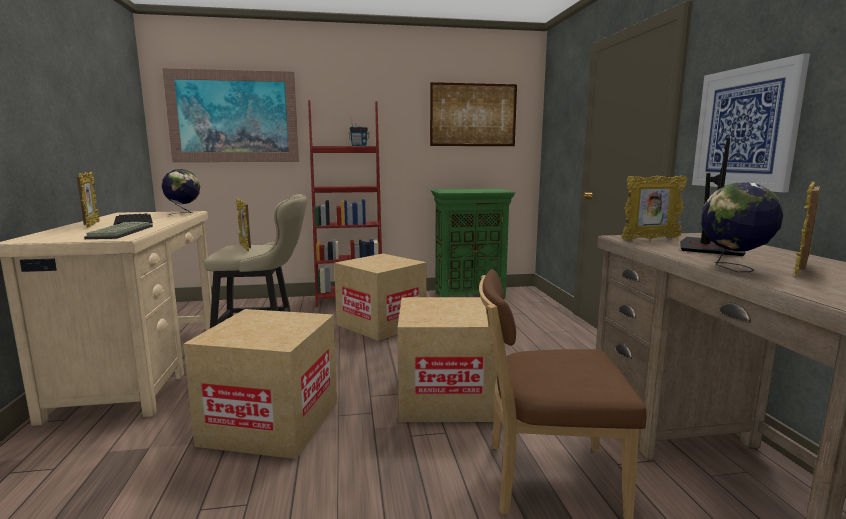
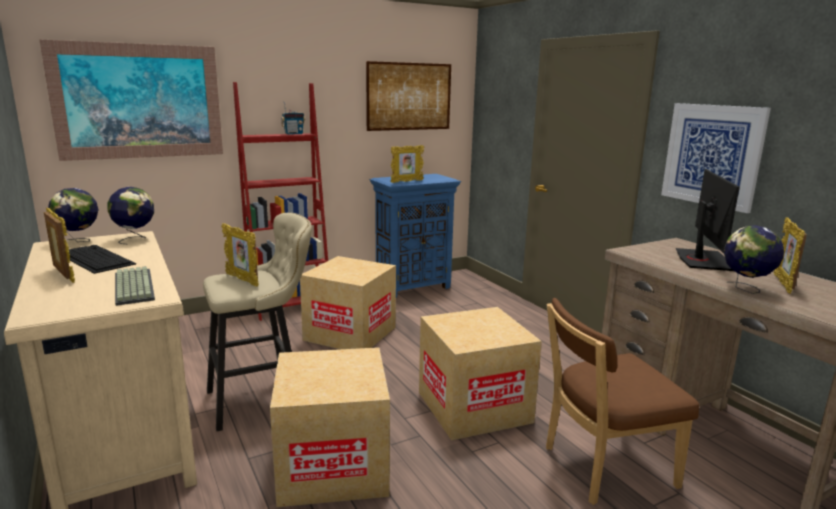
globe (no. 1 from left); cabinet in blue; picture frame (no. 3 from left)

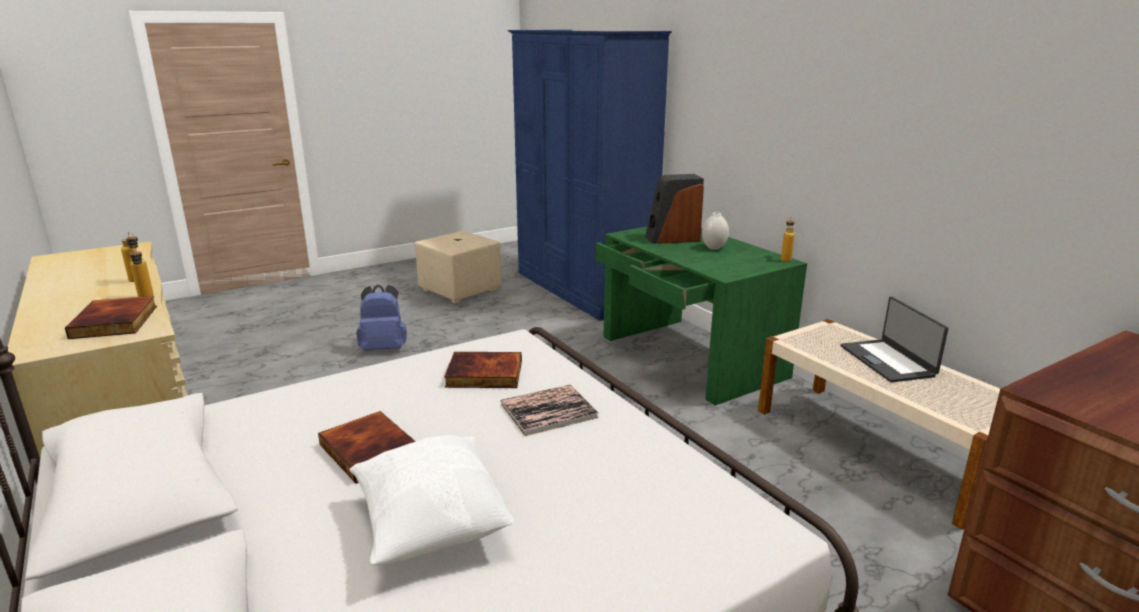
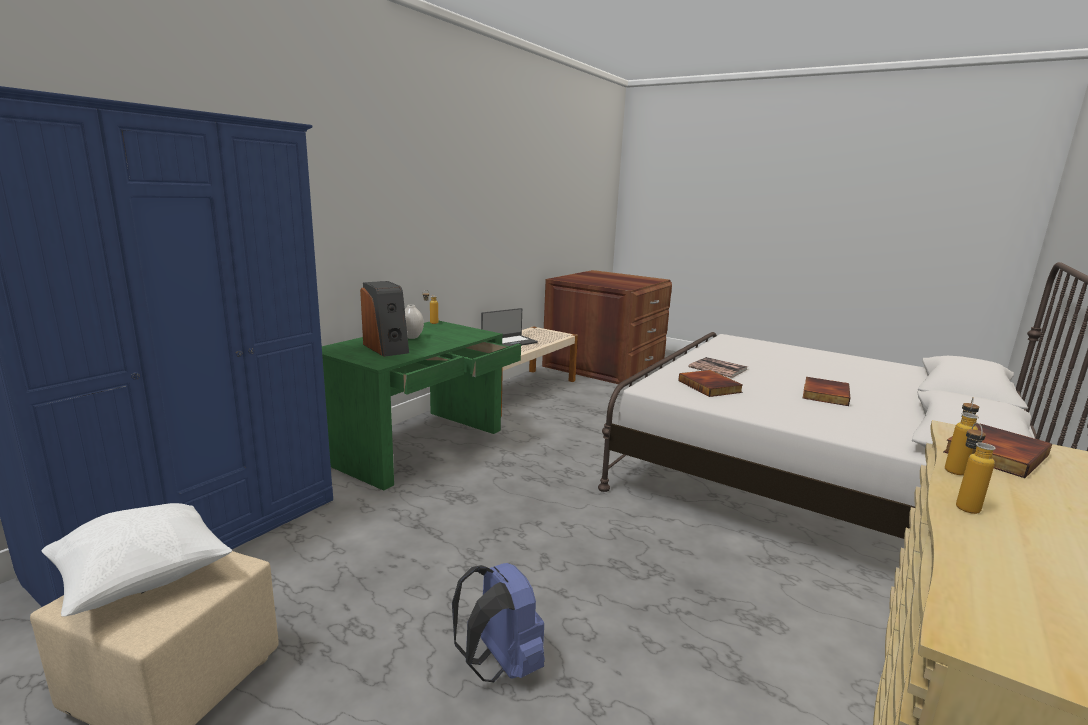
pillow in white

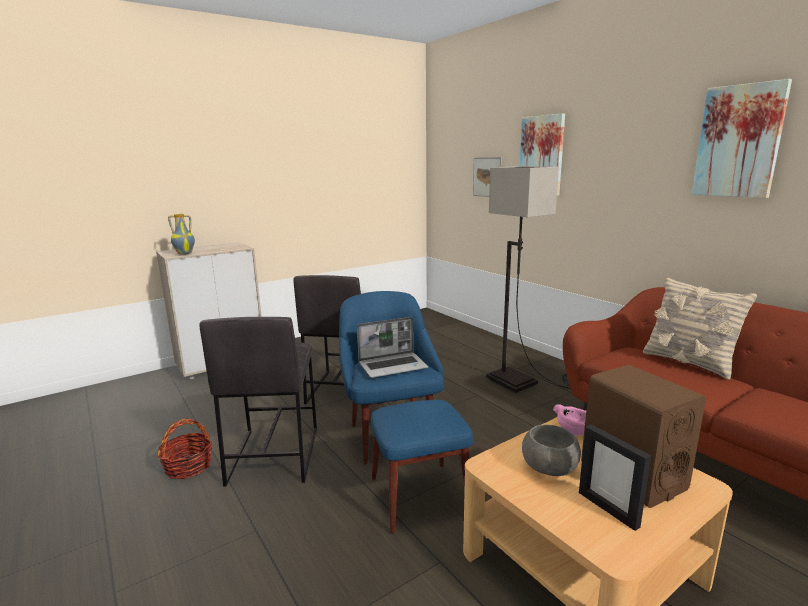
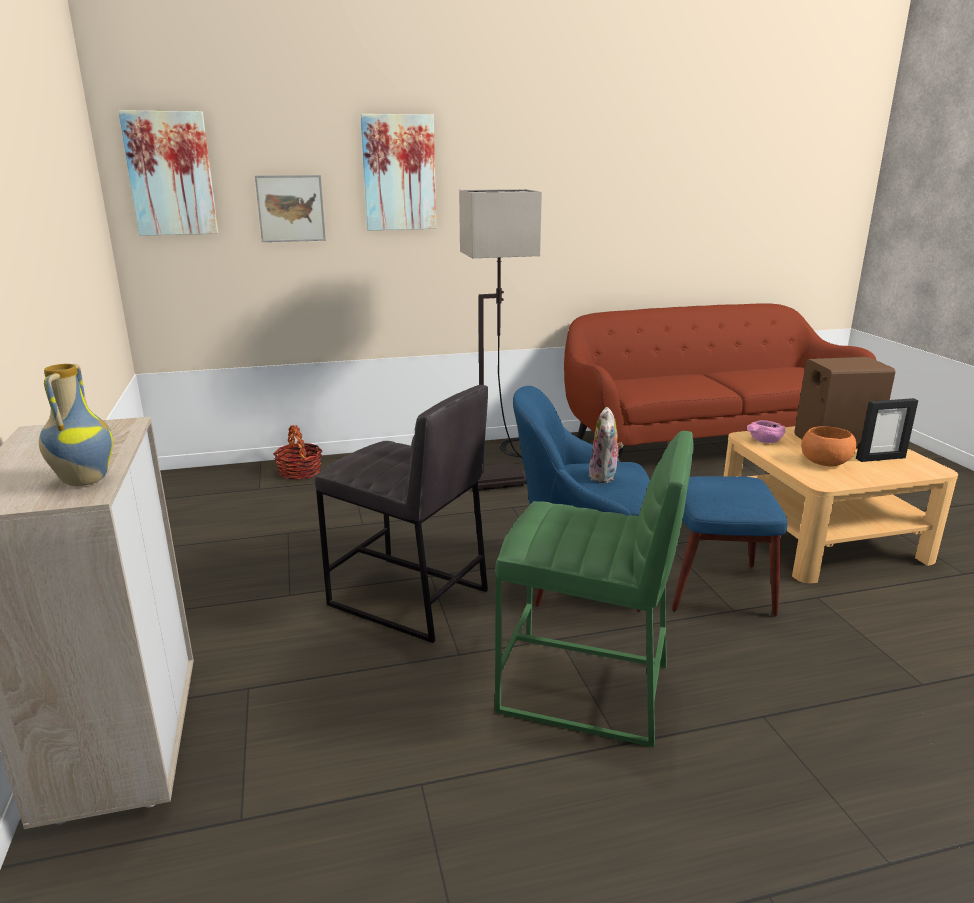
picture (no. 1 from left); basket; stool in green; plush toy; bowl in orange; pillow in beige

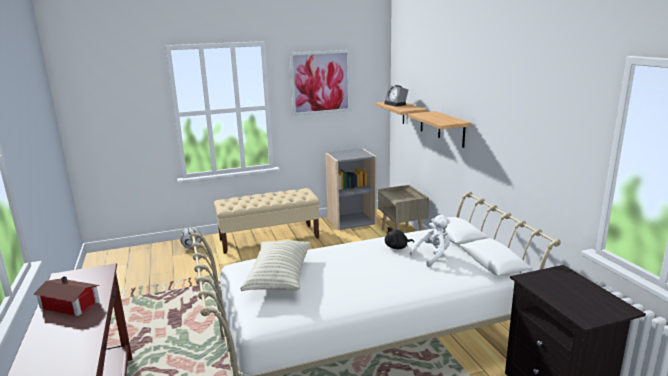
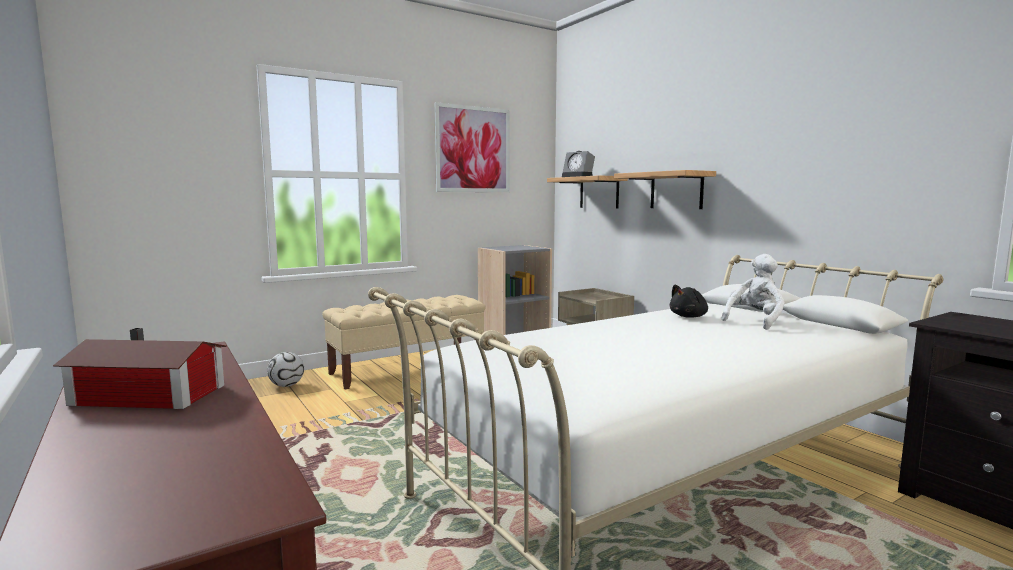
pillow

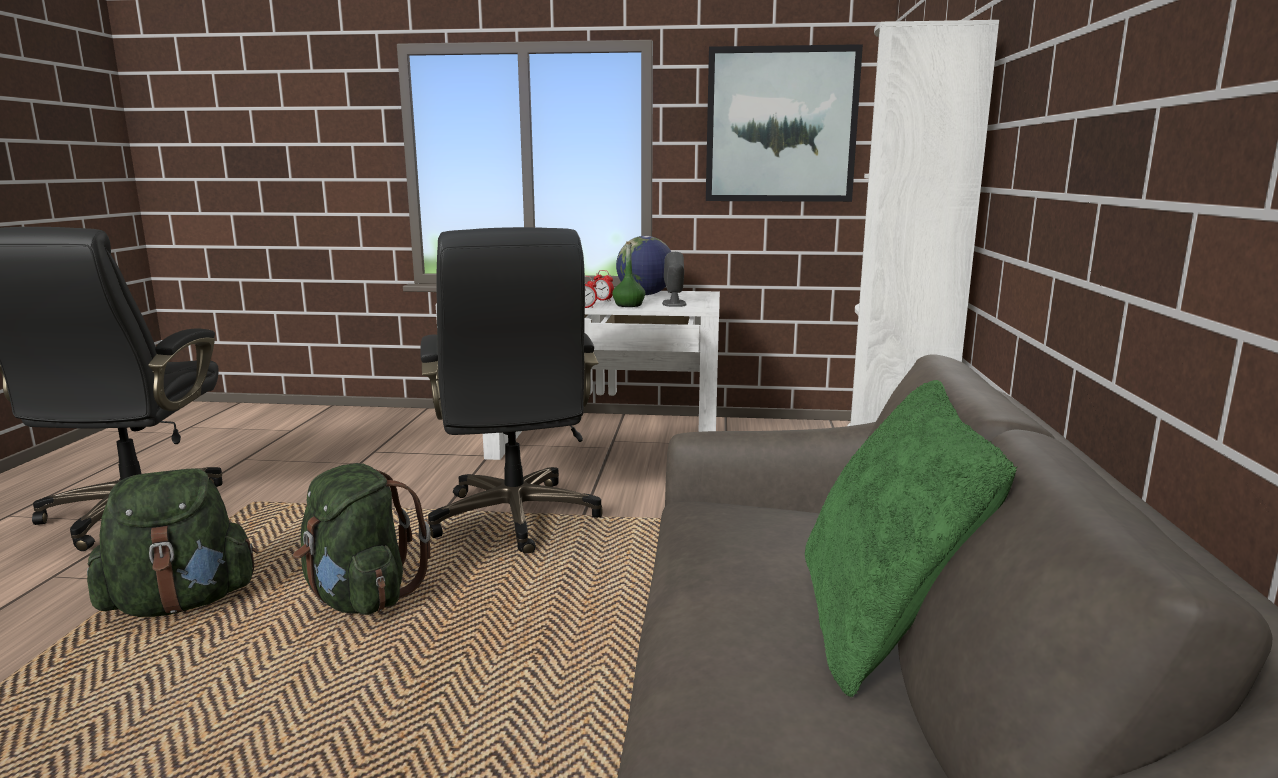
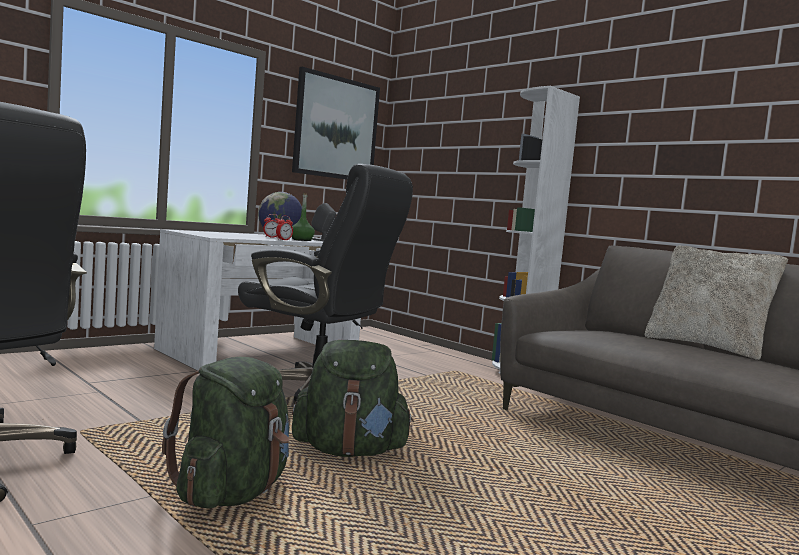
pillow in beige

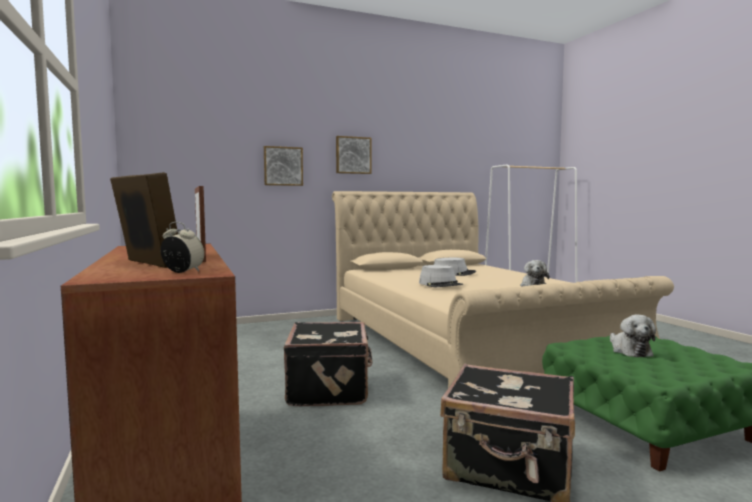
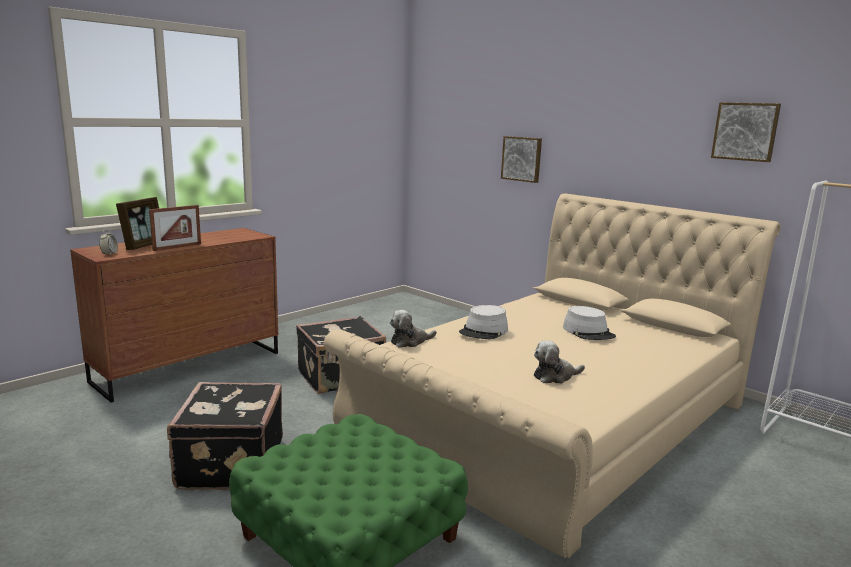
plush toy (no. 1 from left); picture (no. 2 from left)

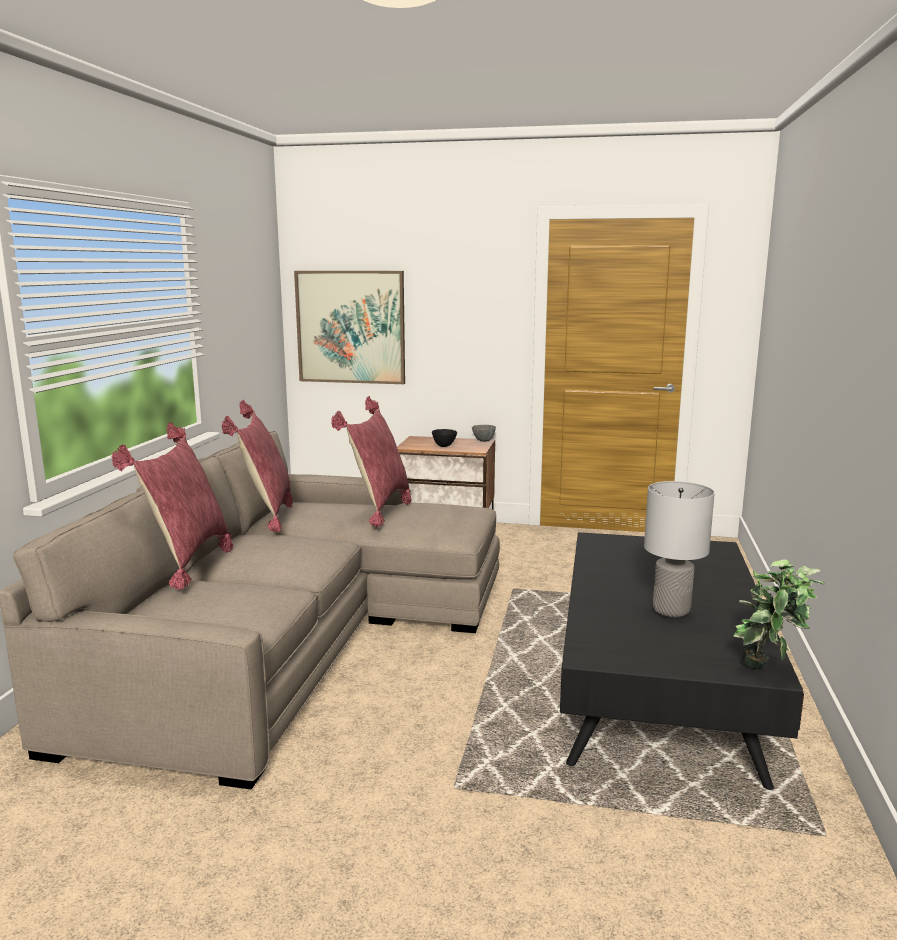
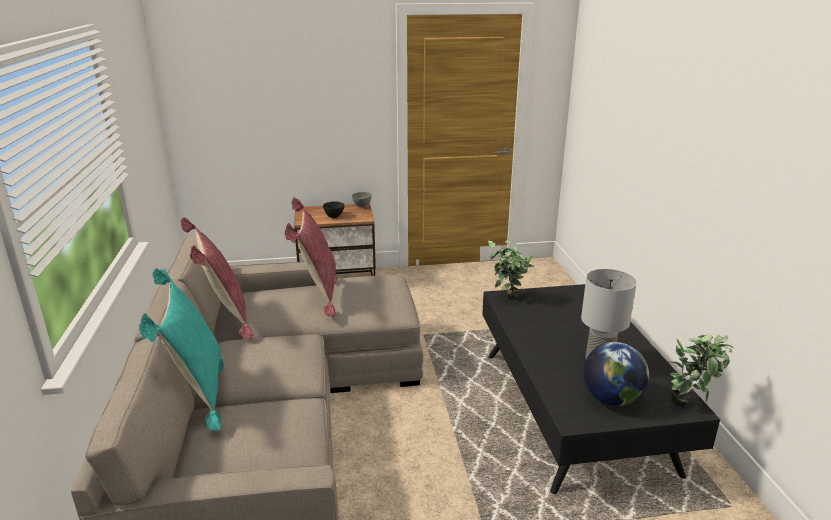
pillow in turquoise; potted plant (no. 1 from left); globe; picture

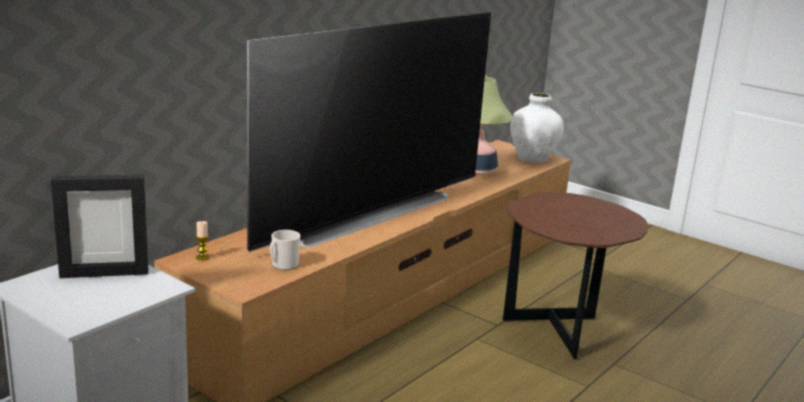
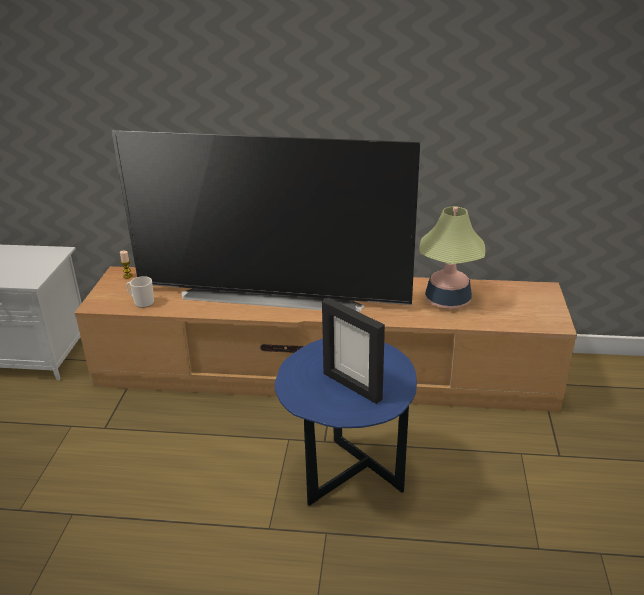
side table in blue; picture frame; vase in white

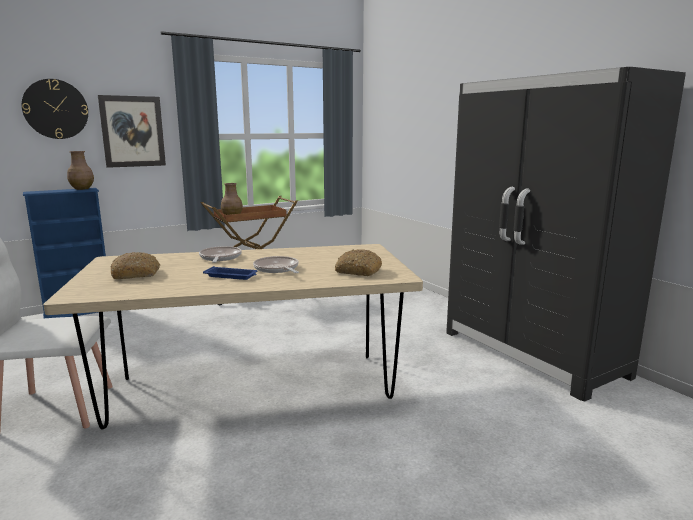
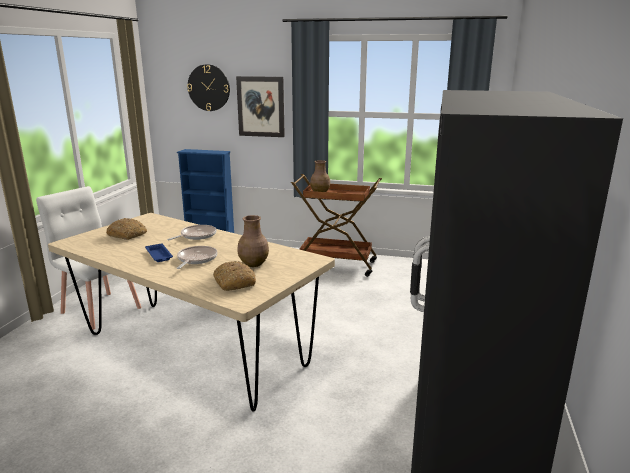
vase in brown (no. 1 from left)

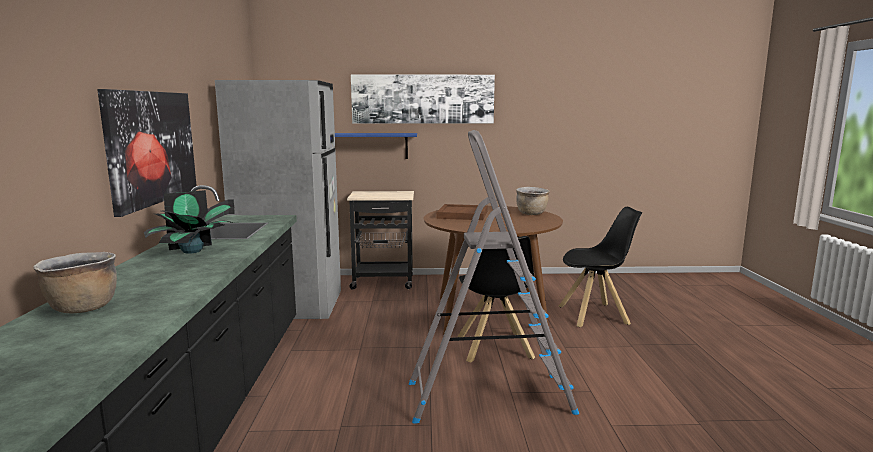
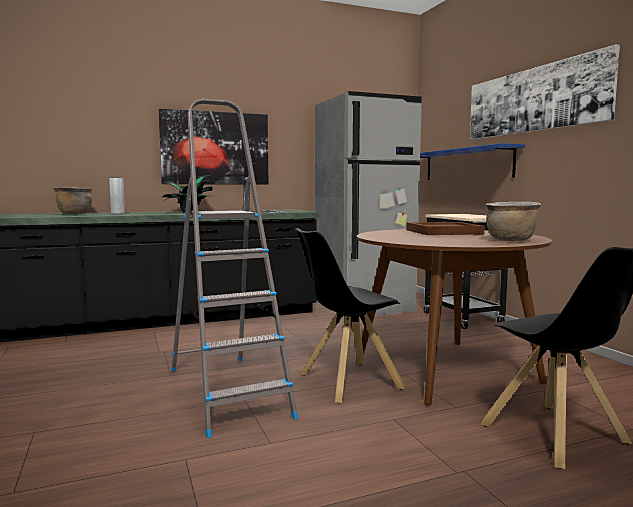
vase in grey

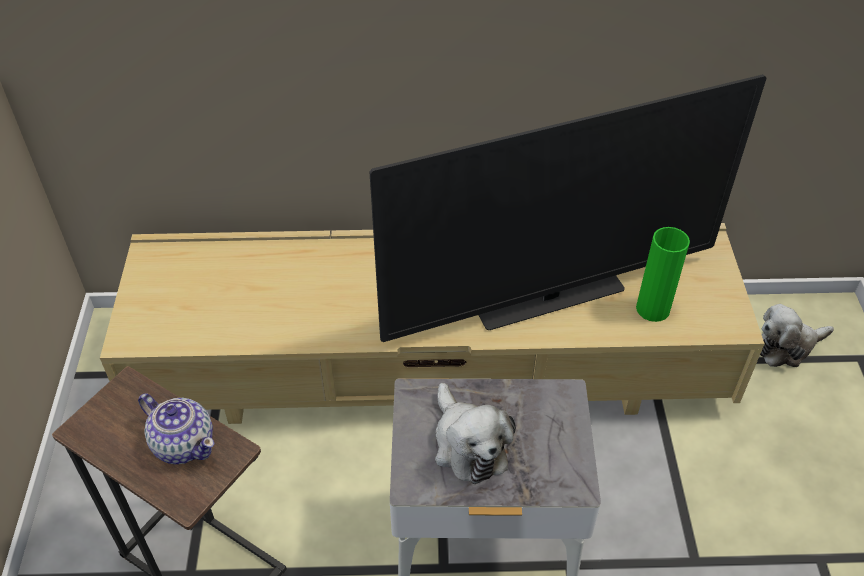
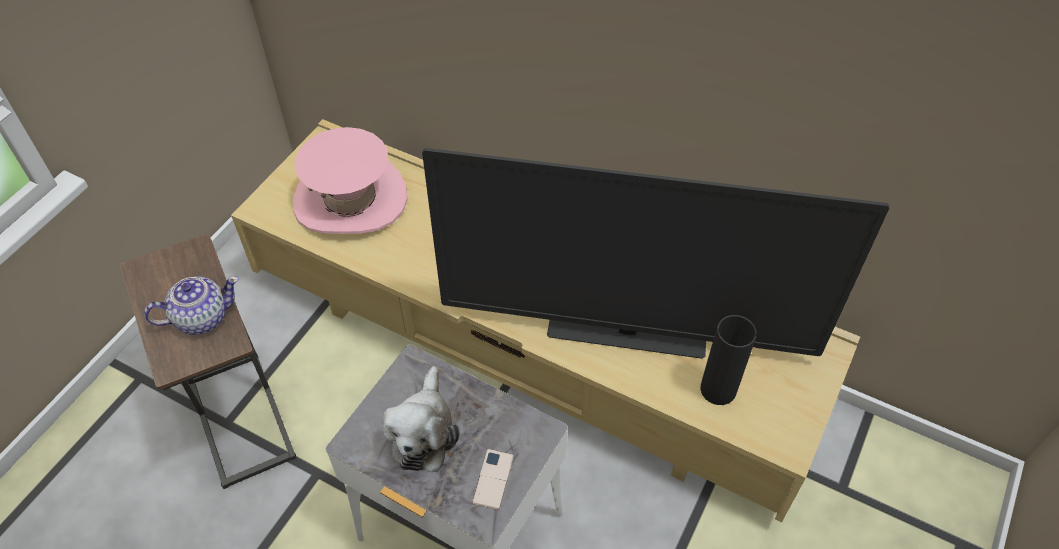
teapot; hat in pink; phone; vase in black; plush toy (no. 2 from left in the first image)

